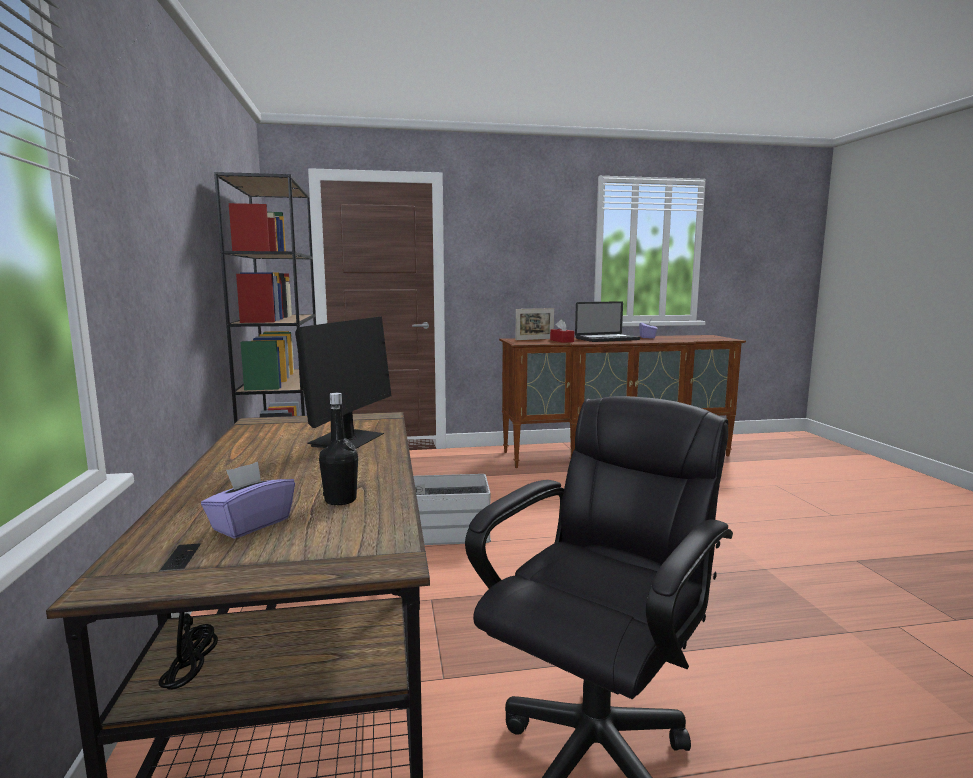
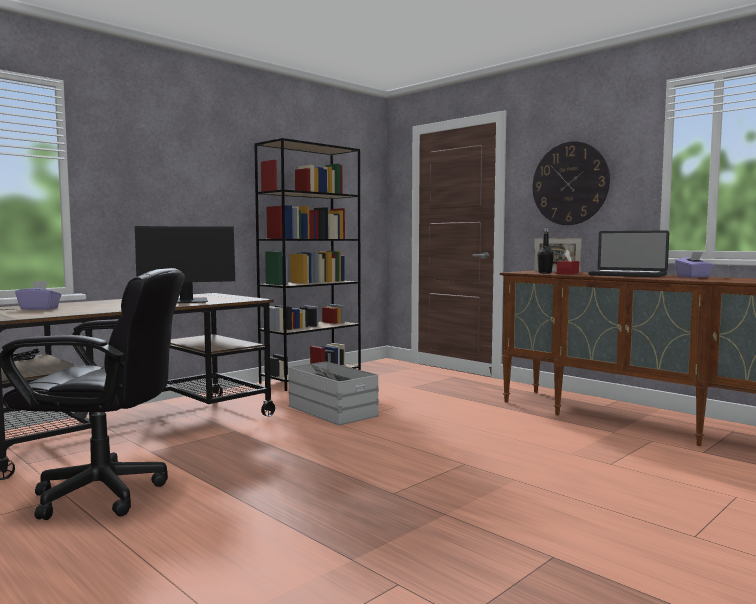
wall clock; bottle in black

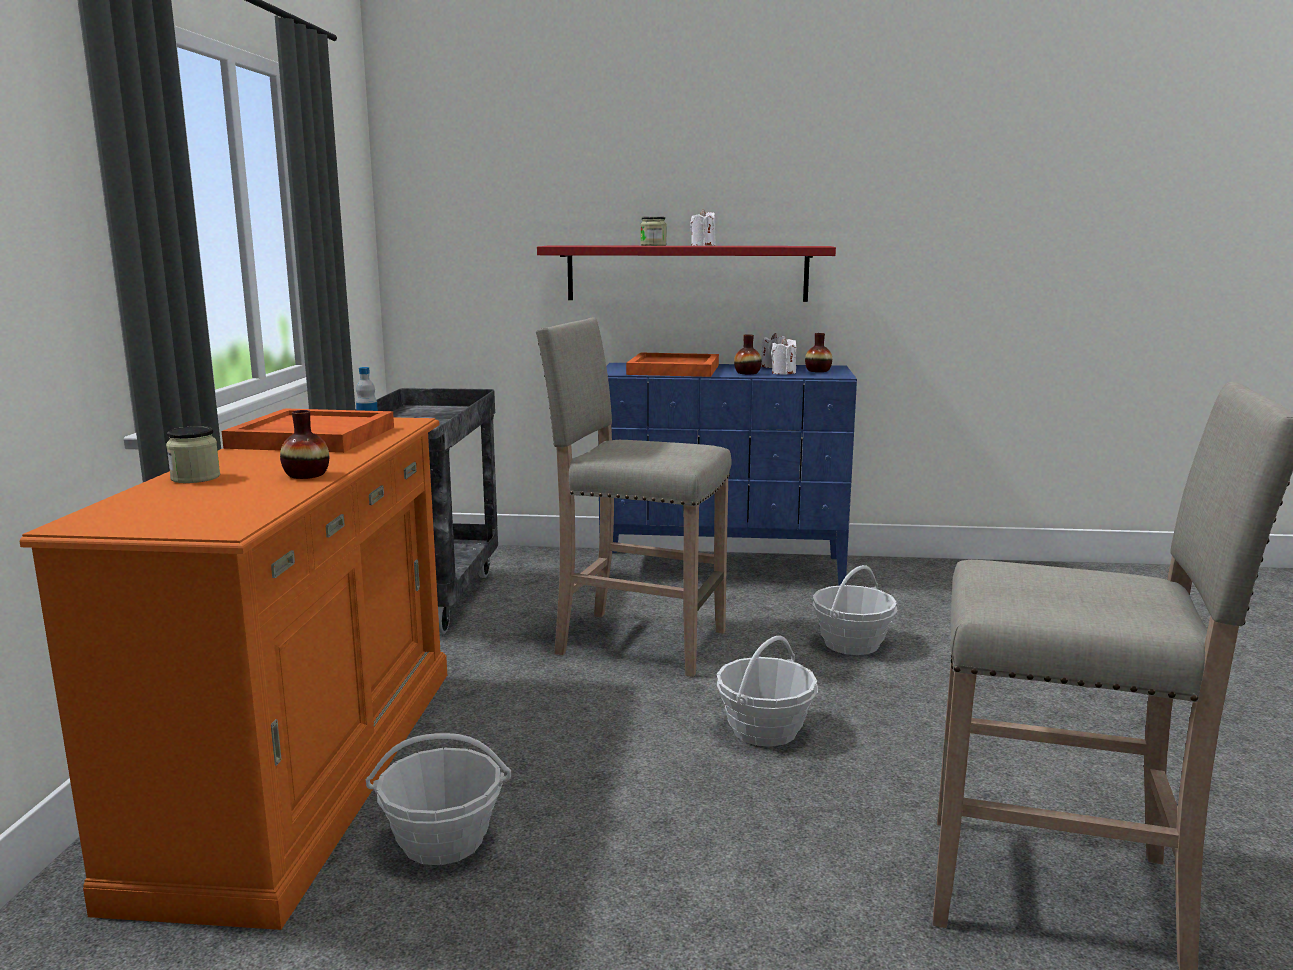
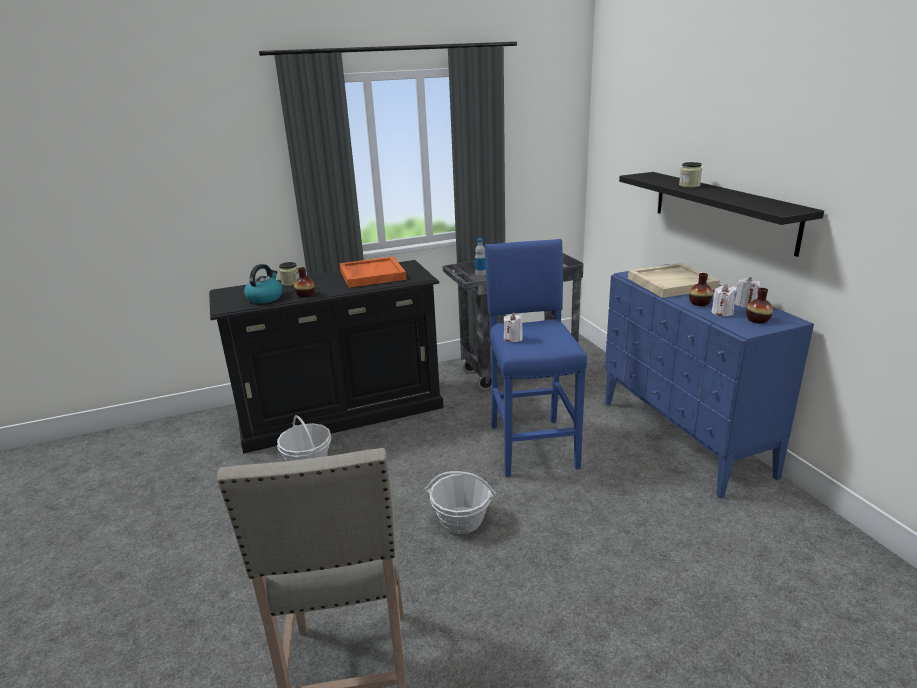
cabinet in black; kettle; stool in blue; candle in white (no. 1 from left); shelf in black; tray in beige; basket (no. 3 from left in the first image)

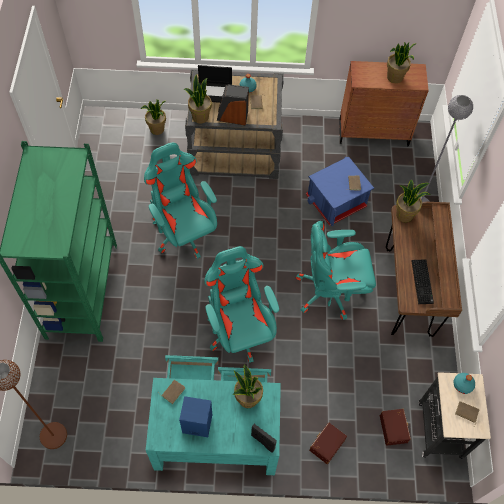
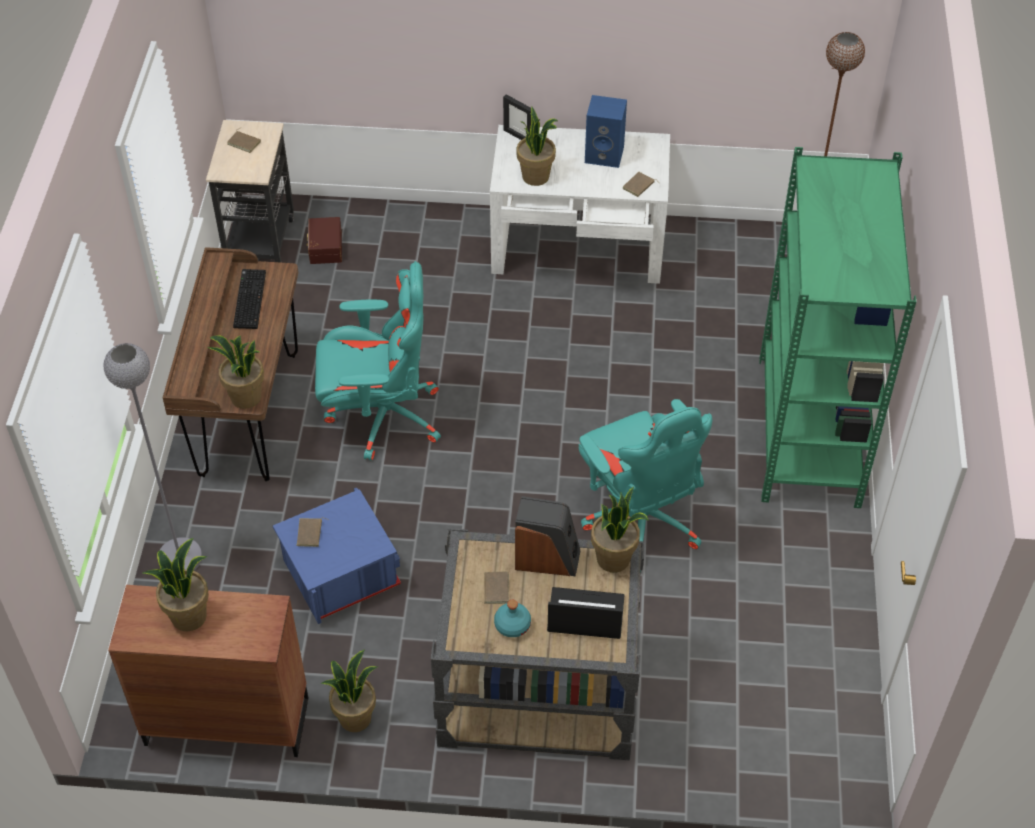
potted plant (no. 3 from left); desk in white; office chair in turquoise (no. 2 from left in the first image); storage box in brown (no. 1 from left in the first image); bottle in turquoise (no. 2 from left in the first image)

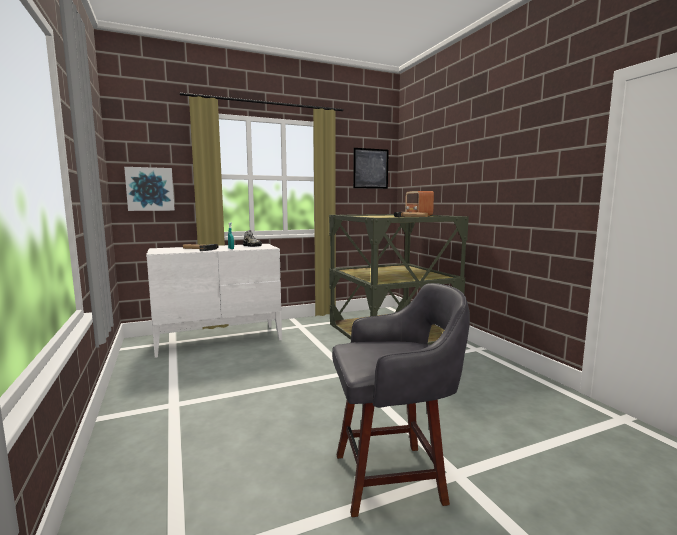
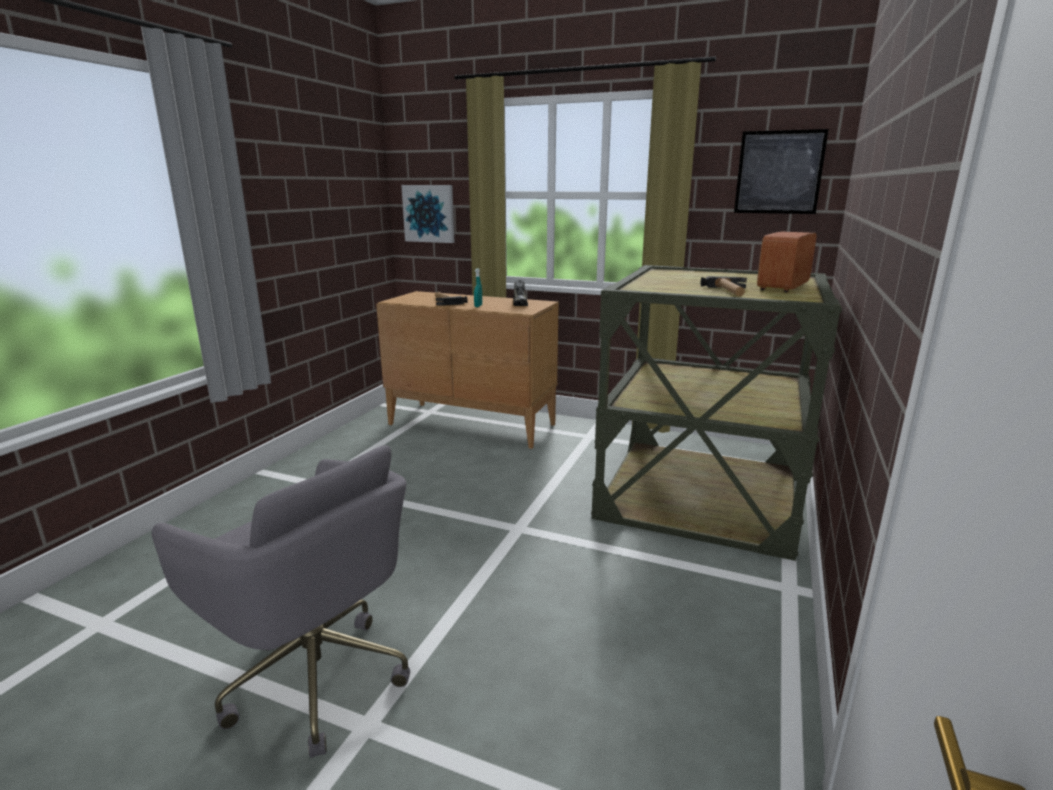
office chair in grey; cabinet in brown

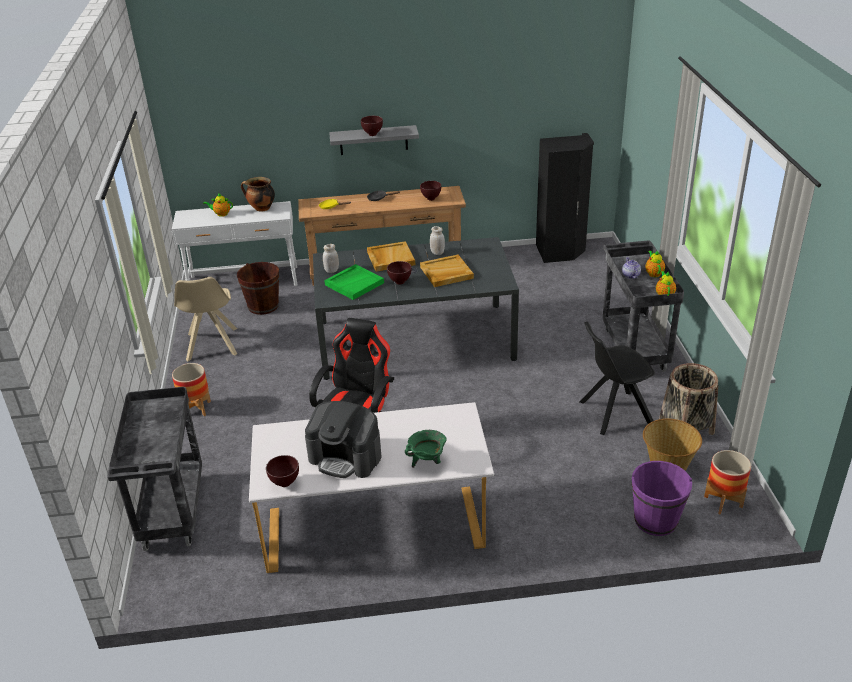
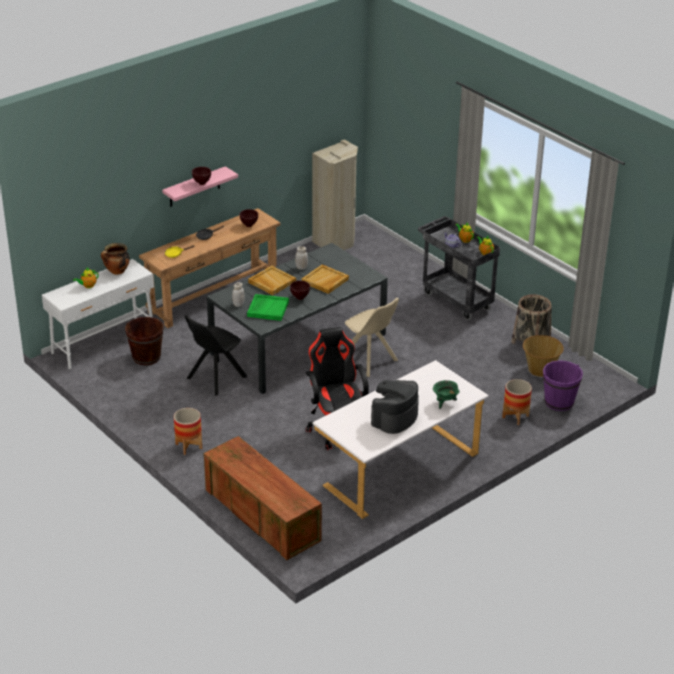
shelf in pink; chair in black; bench in brown; cabinet in beige; chair in beige; coffee machine; planter (no. 2 from left); bowl in brown (no. 1 from left in the first image)

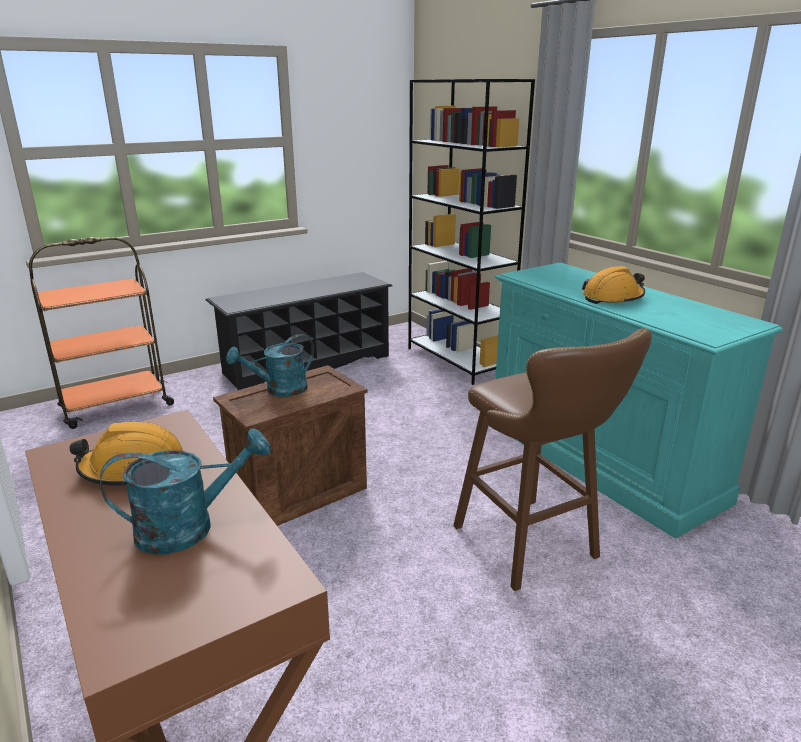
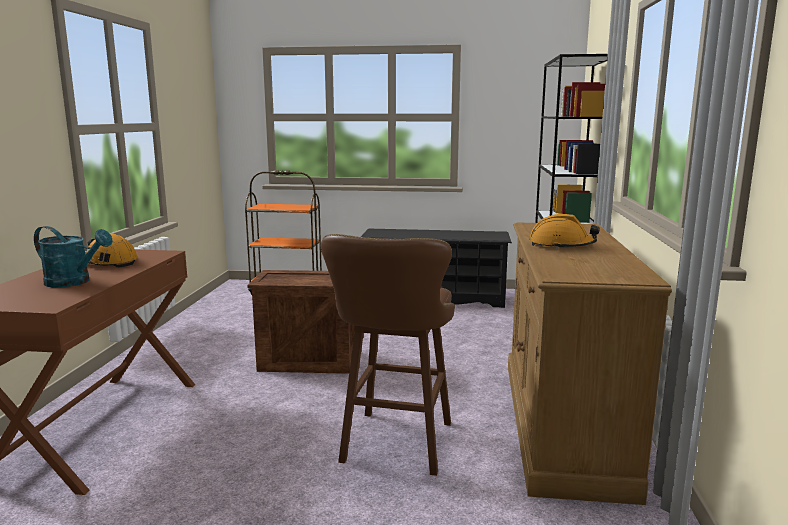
cabinet in brown; watering can in turquoise (no. 2 from left in the first image)

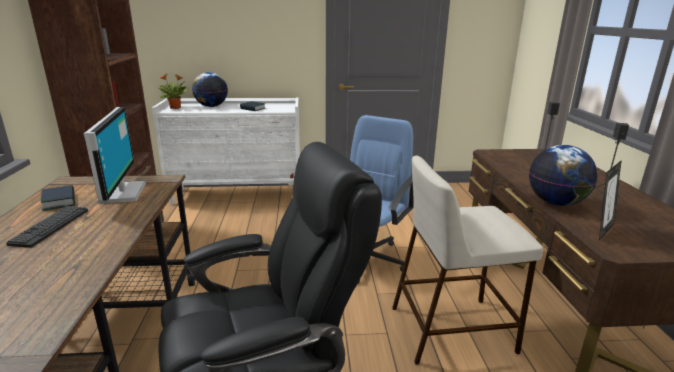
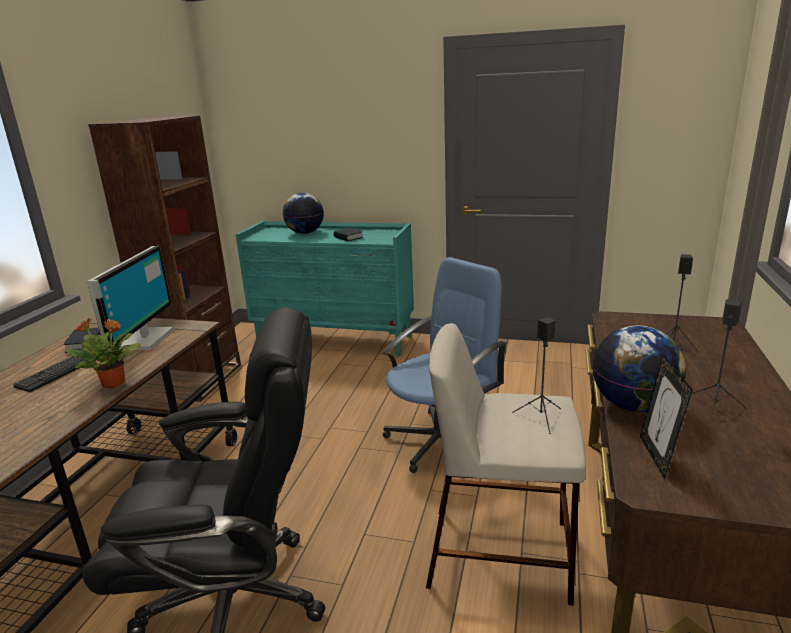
potted plant; cabinet in turquoise; speaker in black (no. 1 from left); picture frame

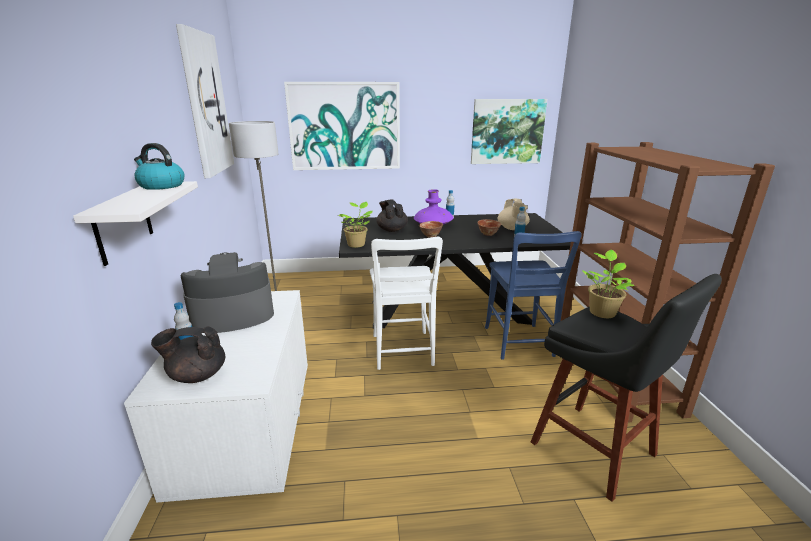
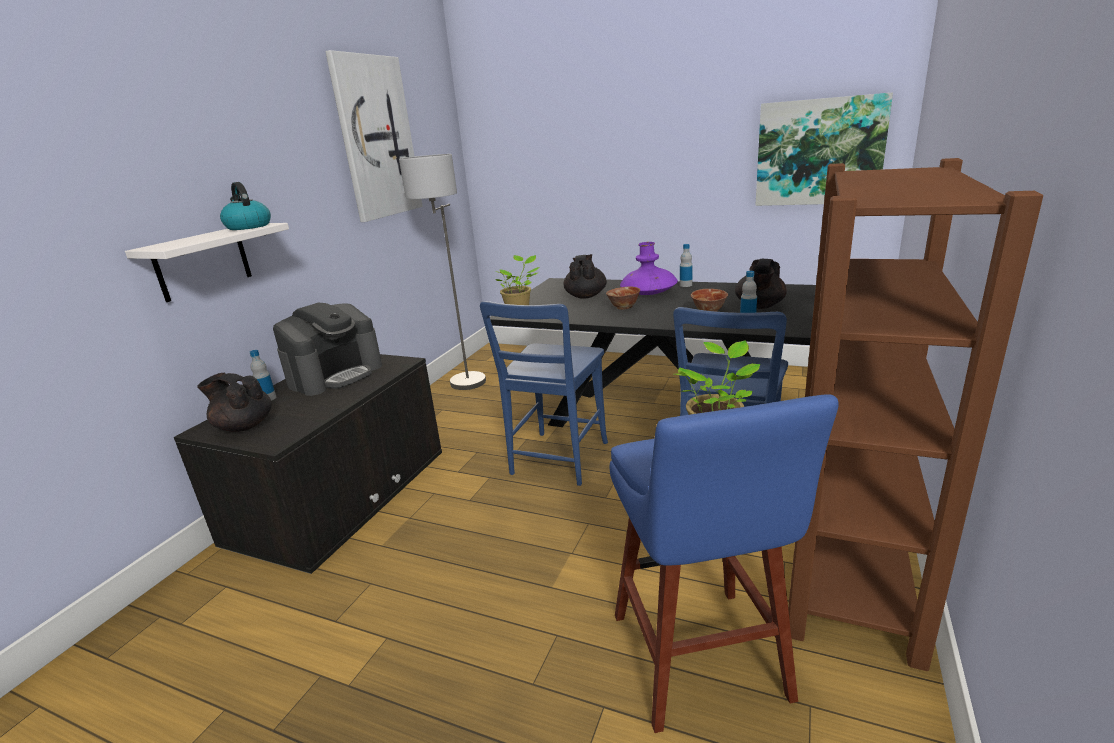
cabinet in black; coffee machine; chair in blue (no. 1 from left); stool in blue; teapot in black (no. 3 from left); picture (no. 2 from left in the first image)

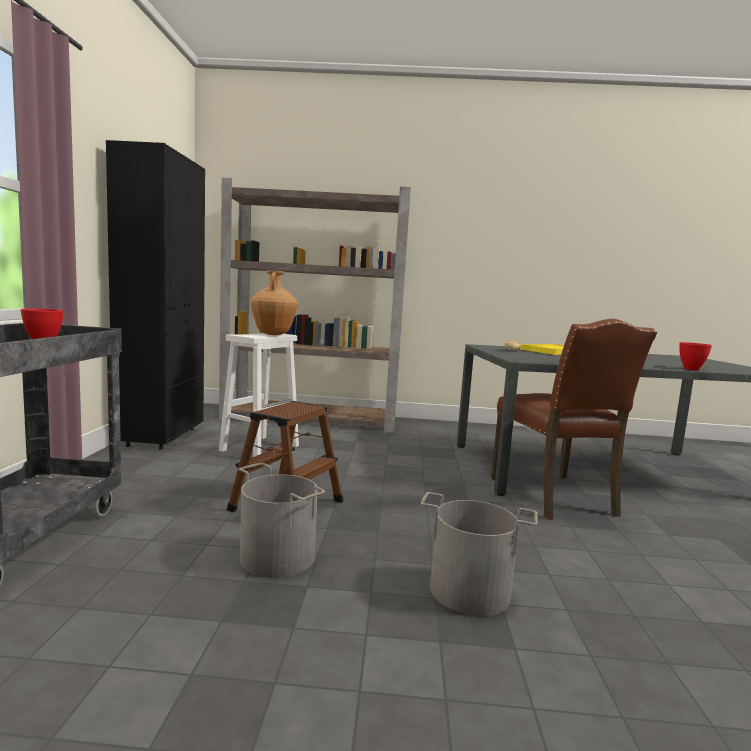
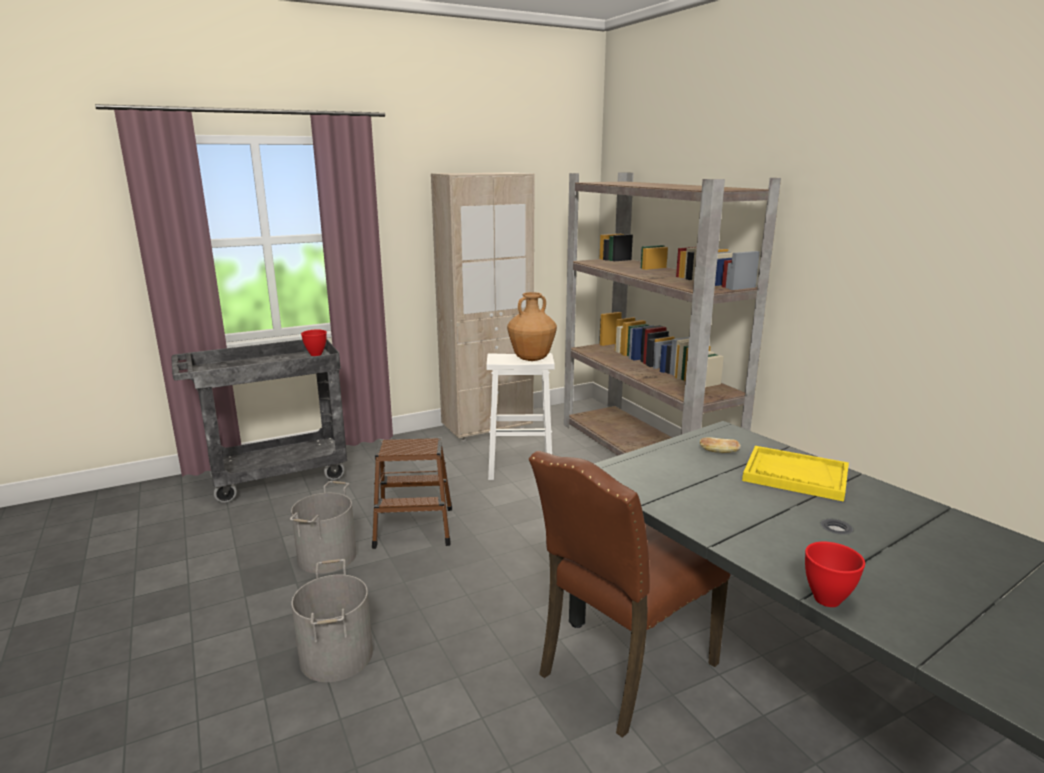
cabinet in beige

